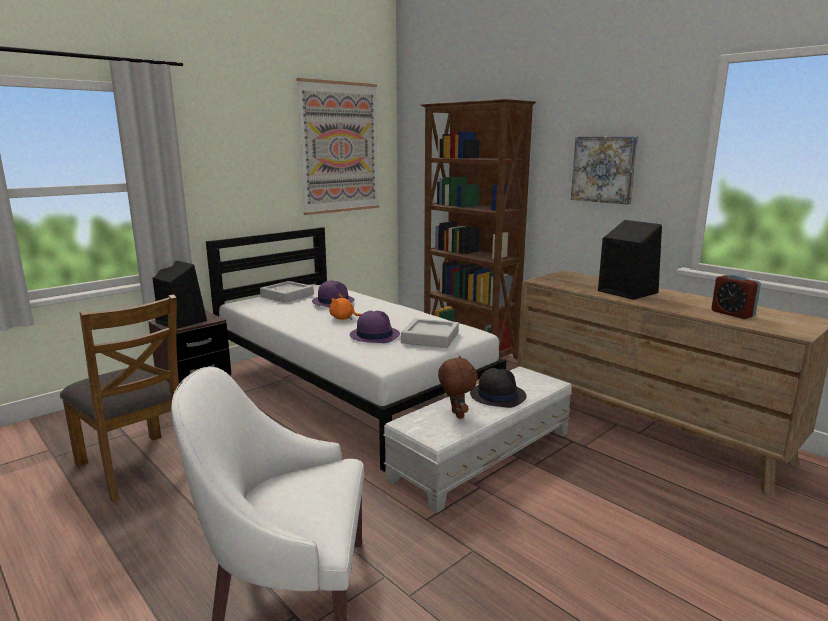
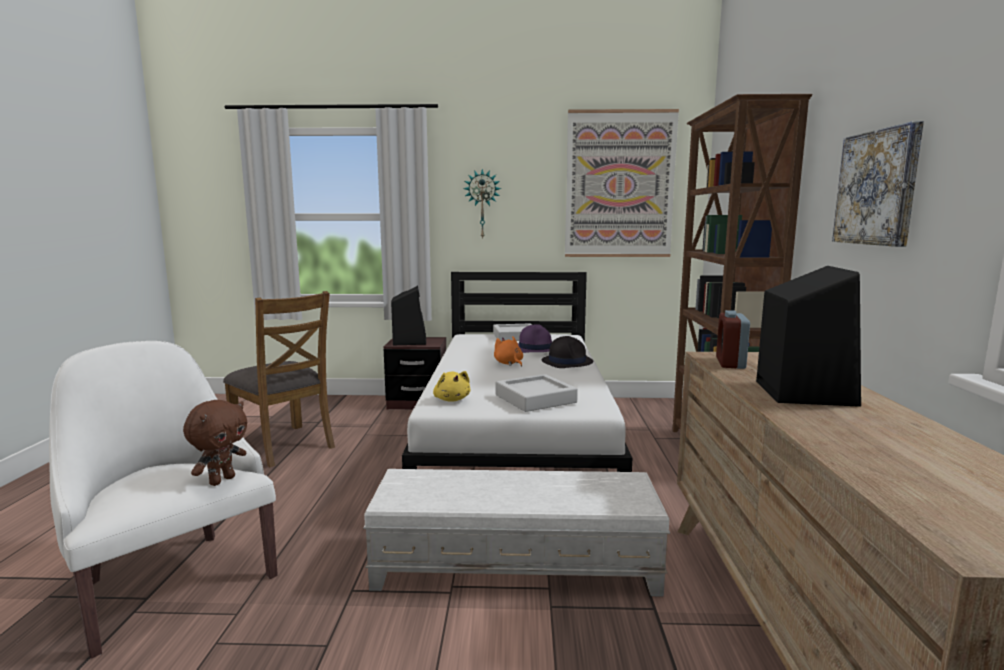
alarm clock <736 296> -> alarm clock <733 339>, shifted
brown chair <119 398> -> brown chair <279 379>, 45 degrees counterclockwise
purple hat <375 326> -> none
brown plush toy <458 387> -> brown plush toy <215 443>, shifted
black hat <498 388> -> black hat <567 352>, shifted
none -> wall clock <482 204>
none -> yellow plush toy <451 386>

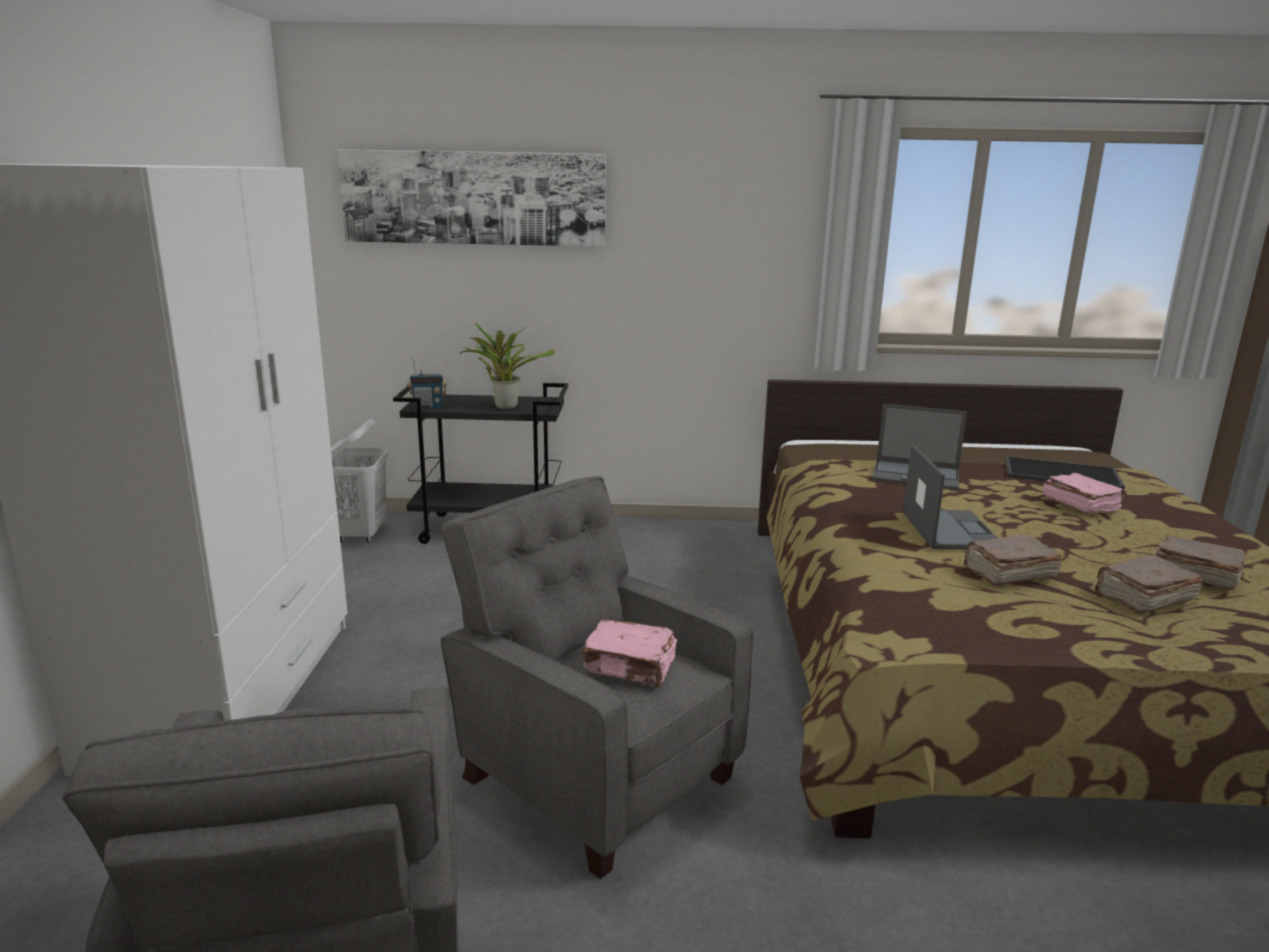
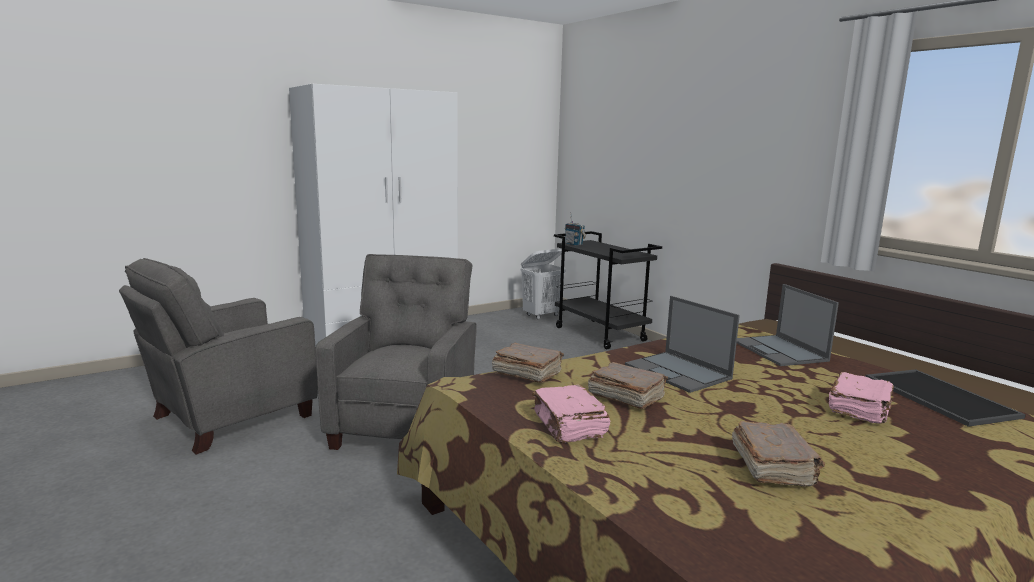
picture <472 198> -> none
potted plant <506 366> -> none
laptop <950 497> -> laptop <682 344>, 90 degrees clockwise
brown book <1149 584> -> brown book <528 363>, shifted
pink book <629 653> -> pink book <571 414>, shifted

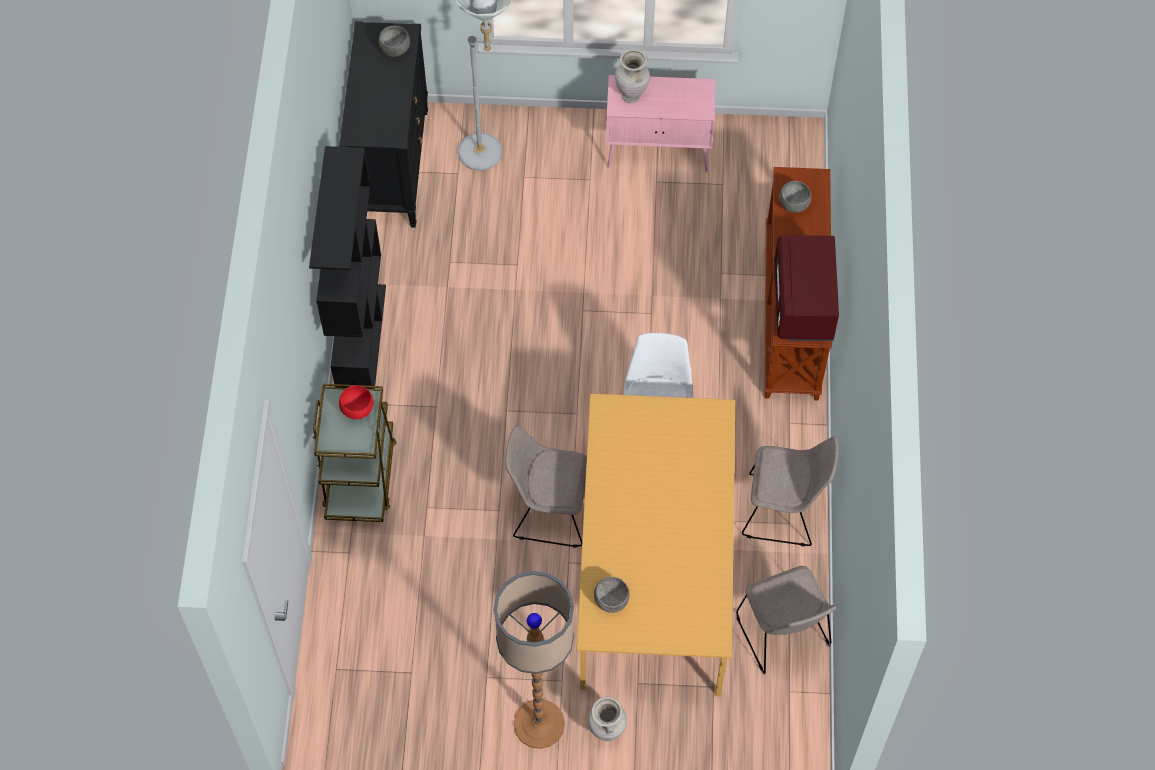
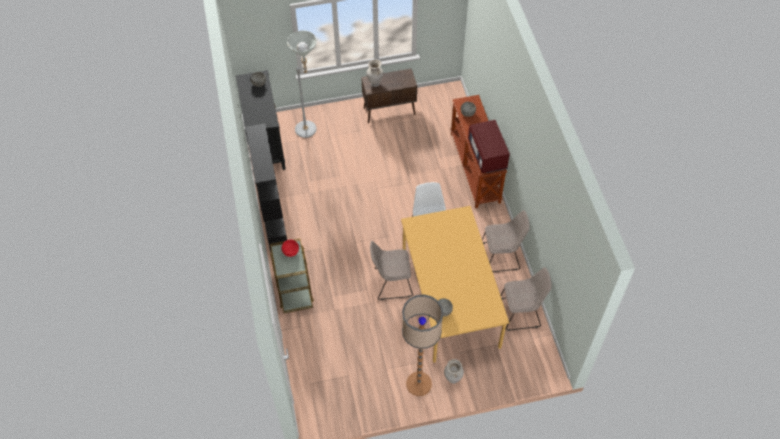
pink cabinet <660 123> -> brown cabinet <389 95>
beige chair <786 620> -> beige chair <526 299>, 60 degrees counterclockwise

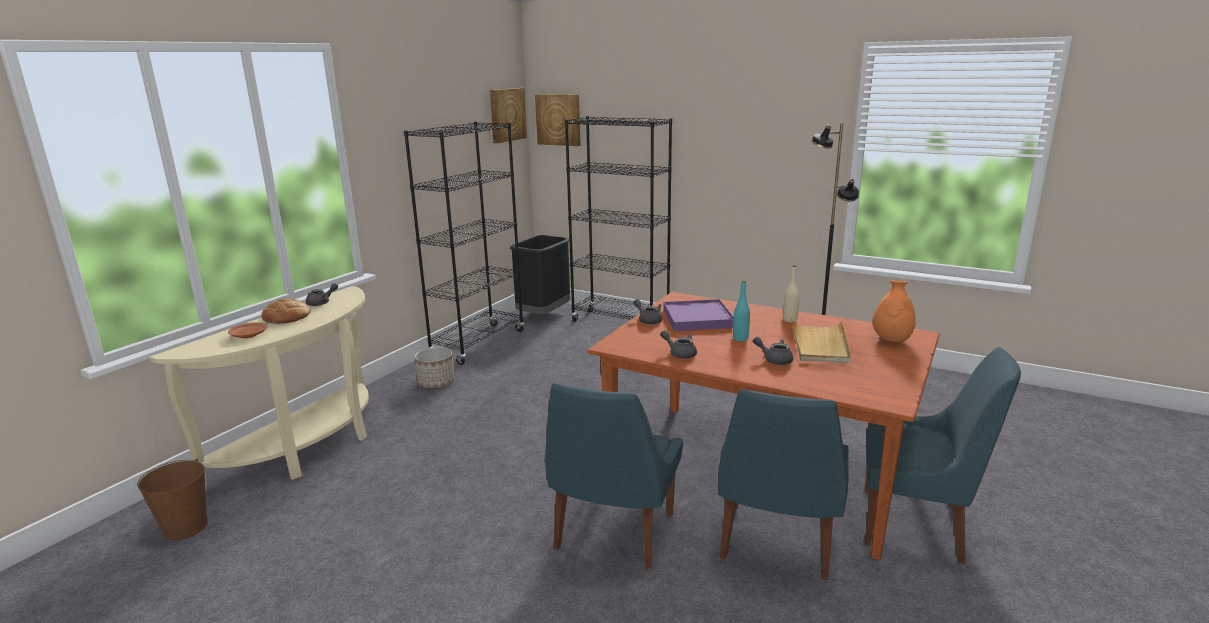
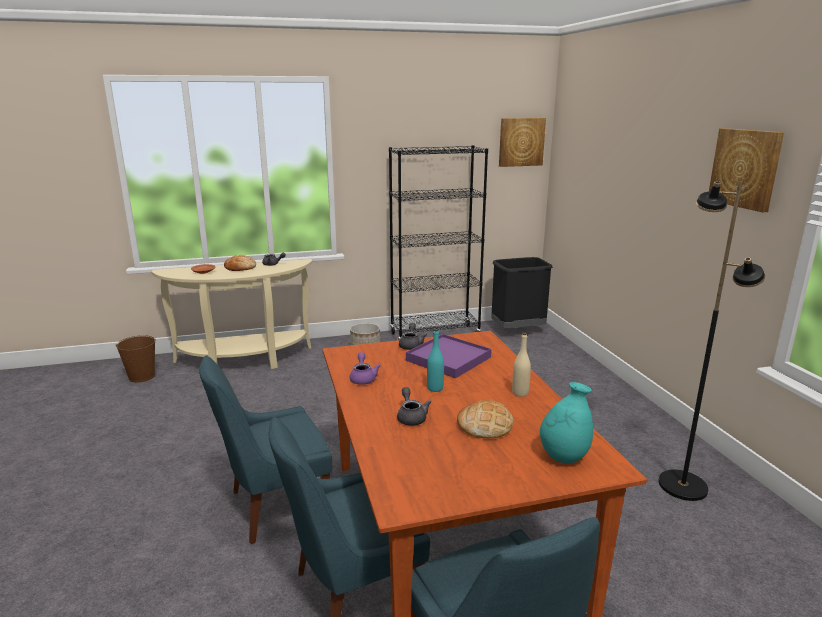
picture <558 120> -> picture <746 170>, shifted
black bookcase <618 219> -> none
orange vase <894 311> -> turquoise vase <566 423>
beige tray <821 341> -> bread <485 419>
grey teapot <678 344> -> purple teapot <365 368>

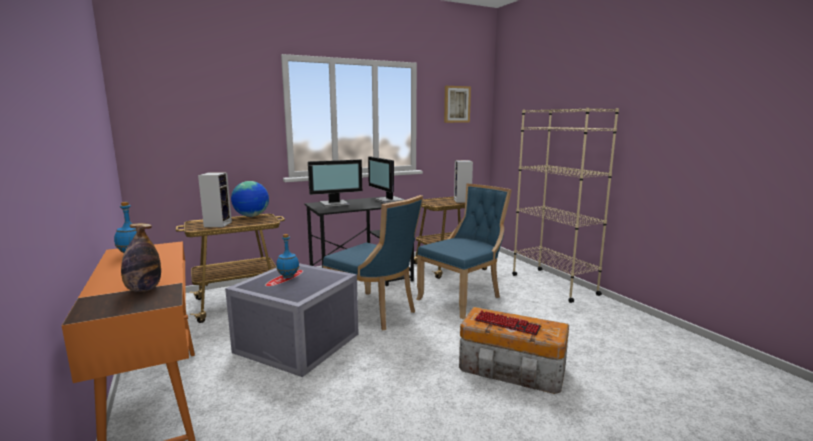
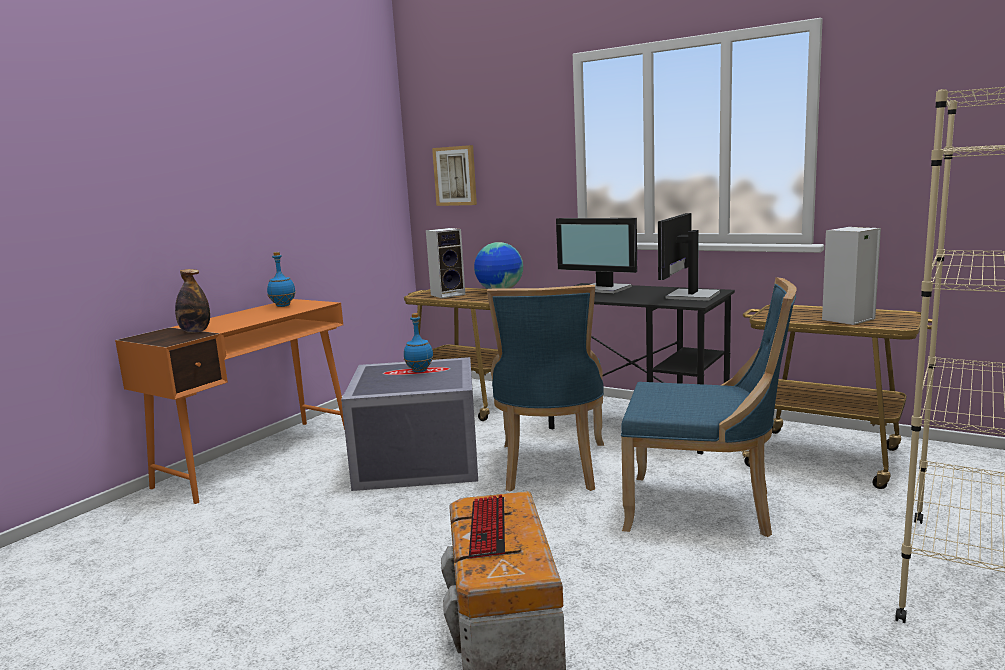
picture <457 104> -> picture <454 175>, shifted

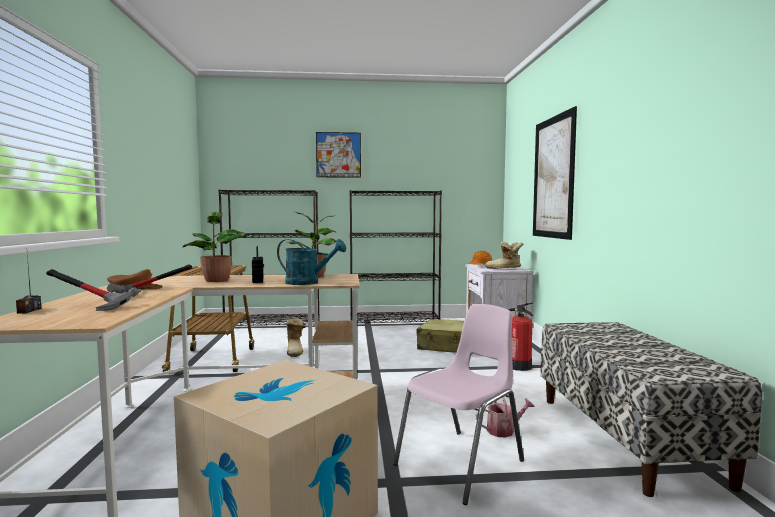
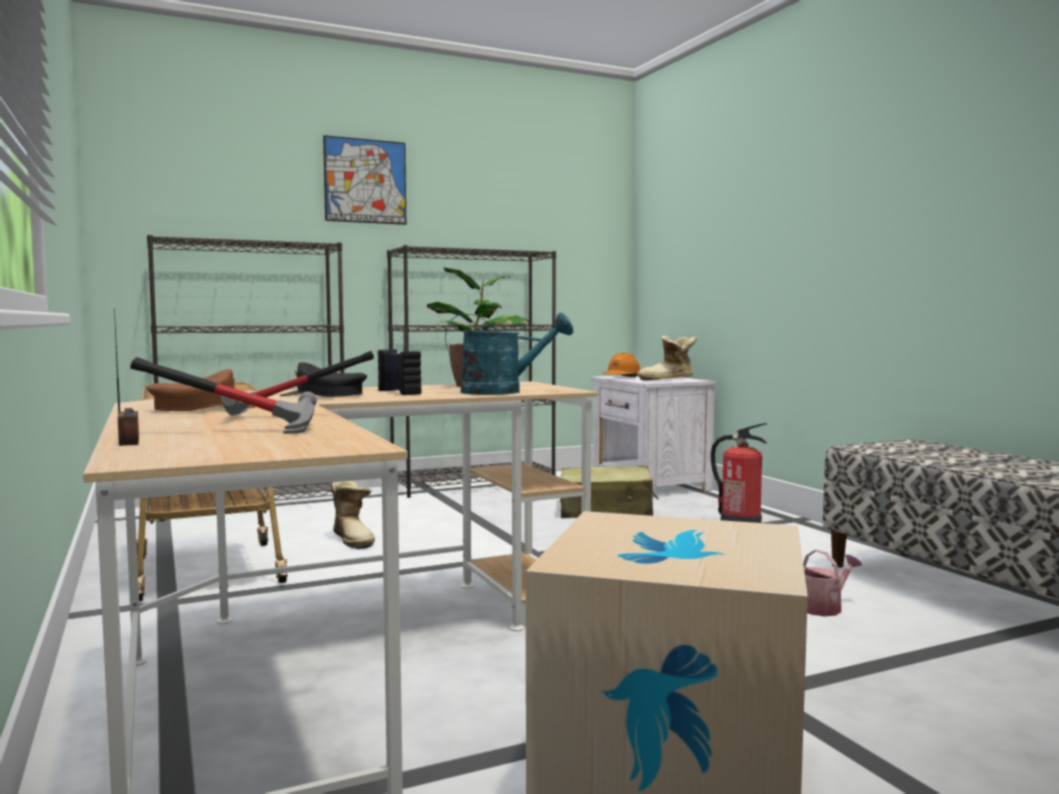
picture <555 173> -> none
potted plant <214 247> -> black cap <323 379>
pink chair <458 404> -> none

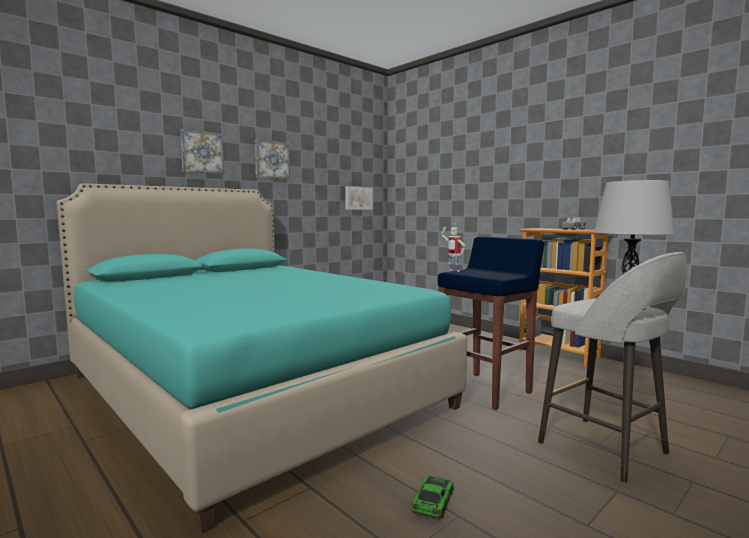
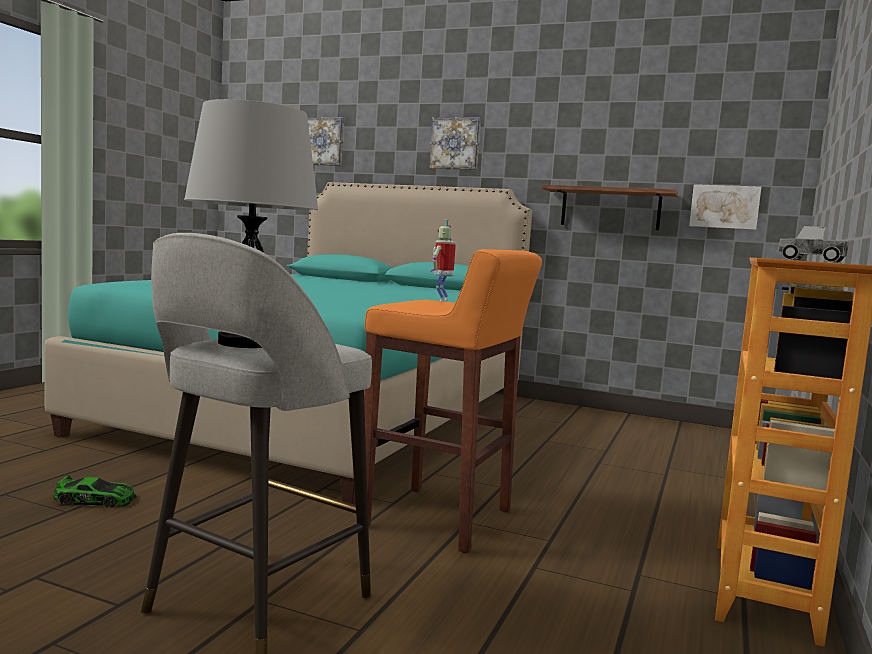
picture <272 159> -> picture <325 141>, shifted
blue stool <491 323> -> orange stool <453 401>
none -> shelf <610 207>

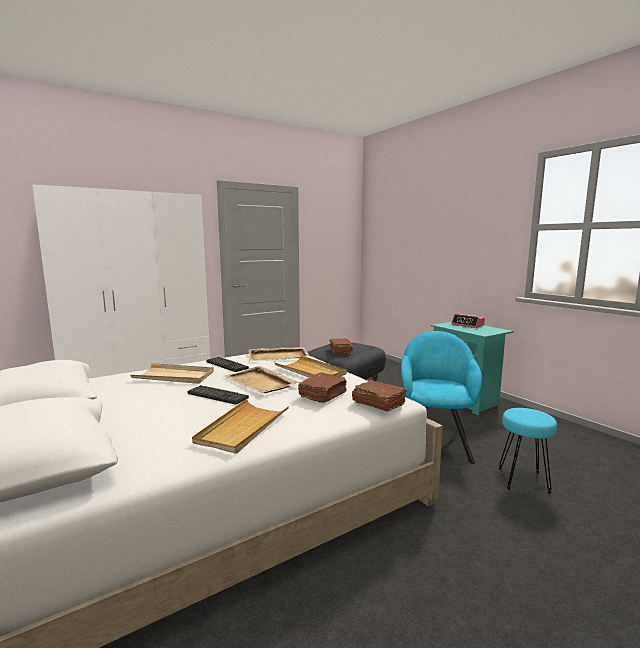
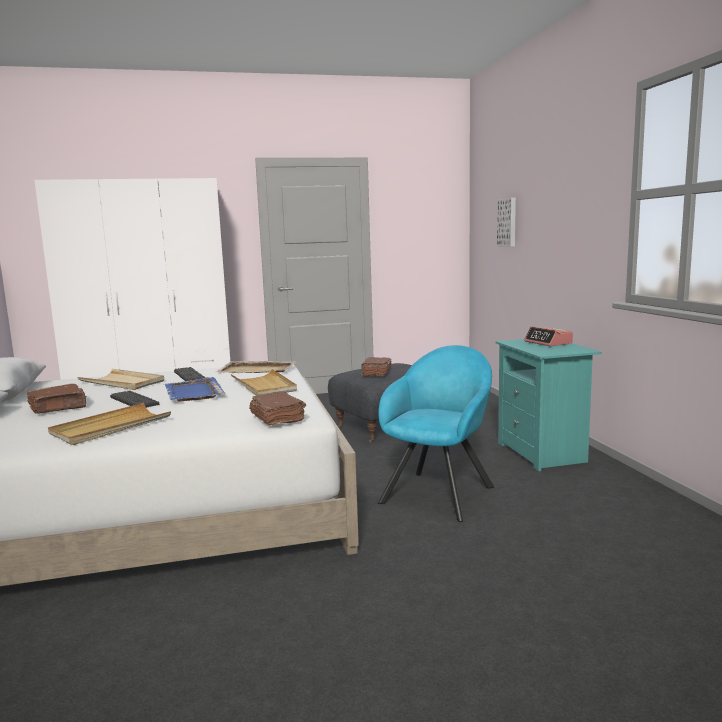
beige tray <261 379> -> blue tray <194 389>
brown book <322 387> -> brown book <56 399>, shifted
turquoise stool <527 451> -> none
none -> picture <506 222>

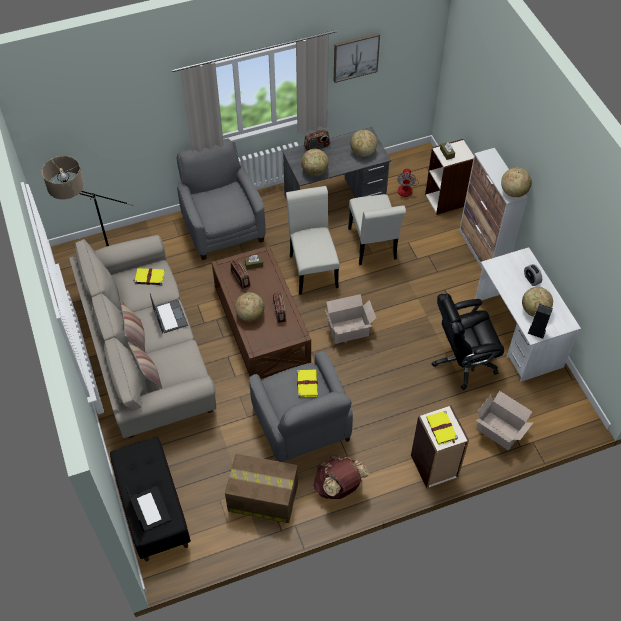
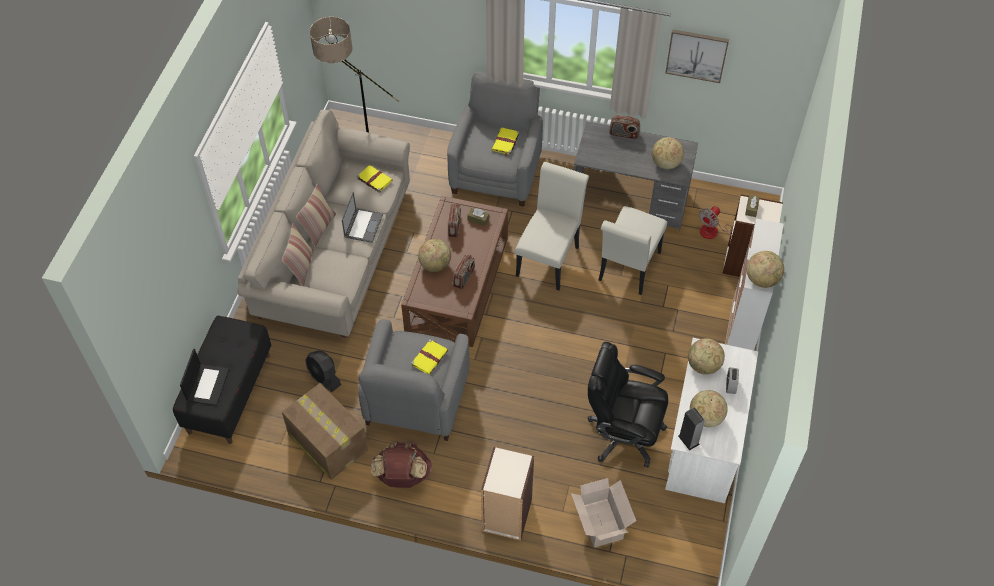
globe <315 162> -> globe <706 356>, shifted
cardboard box <350 319> -> none
yellow book <442 428> -> yellow book <505 142>, shifted
none -> black fan <323 371>

